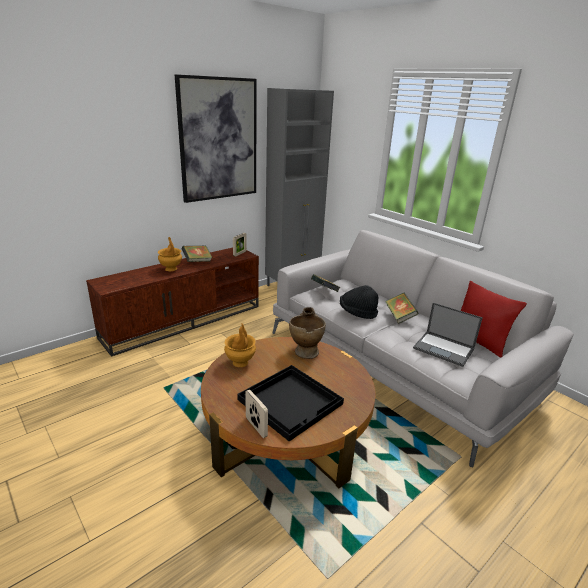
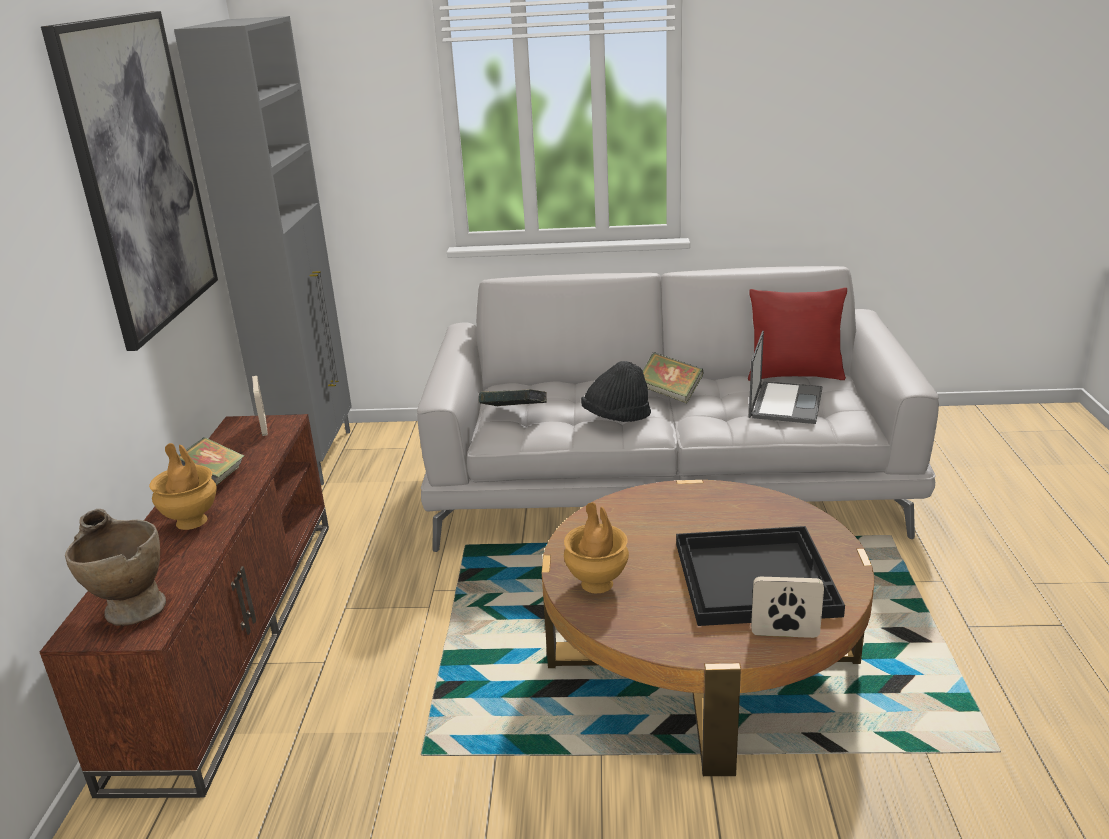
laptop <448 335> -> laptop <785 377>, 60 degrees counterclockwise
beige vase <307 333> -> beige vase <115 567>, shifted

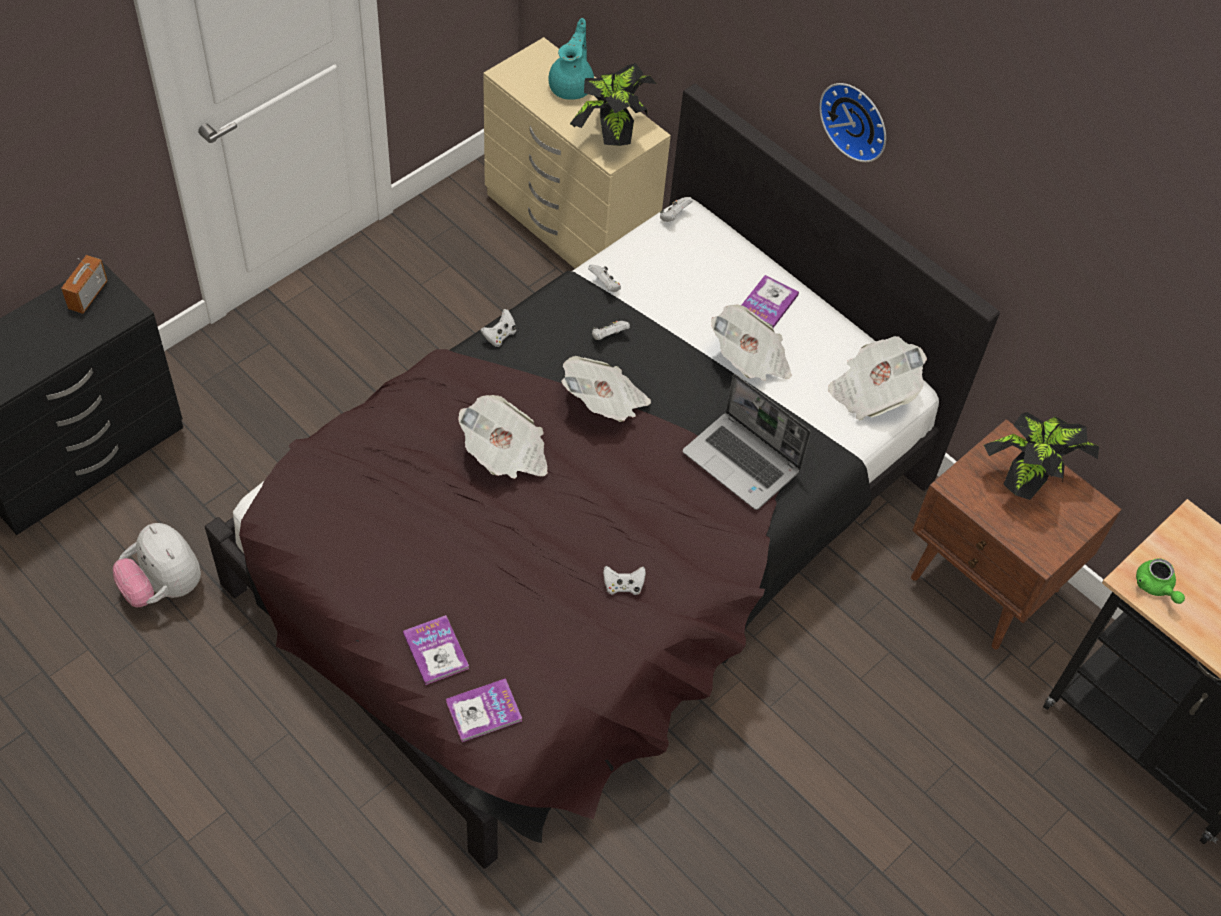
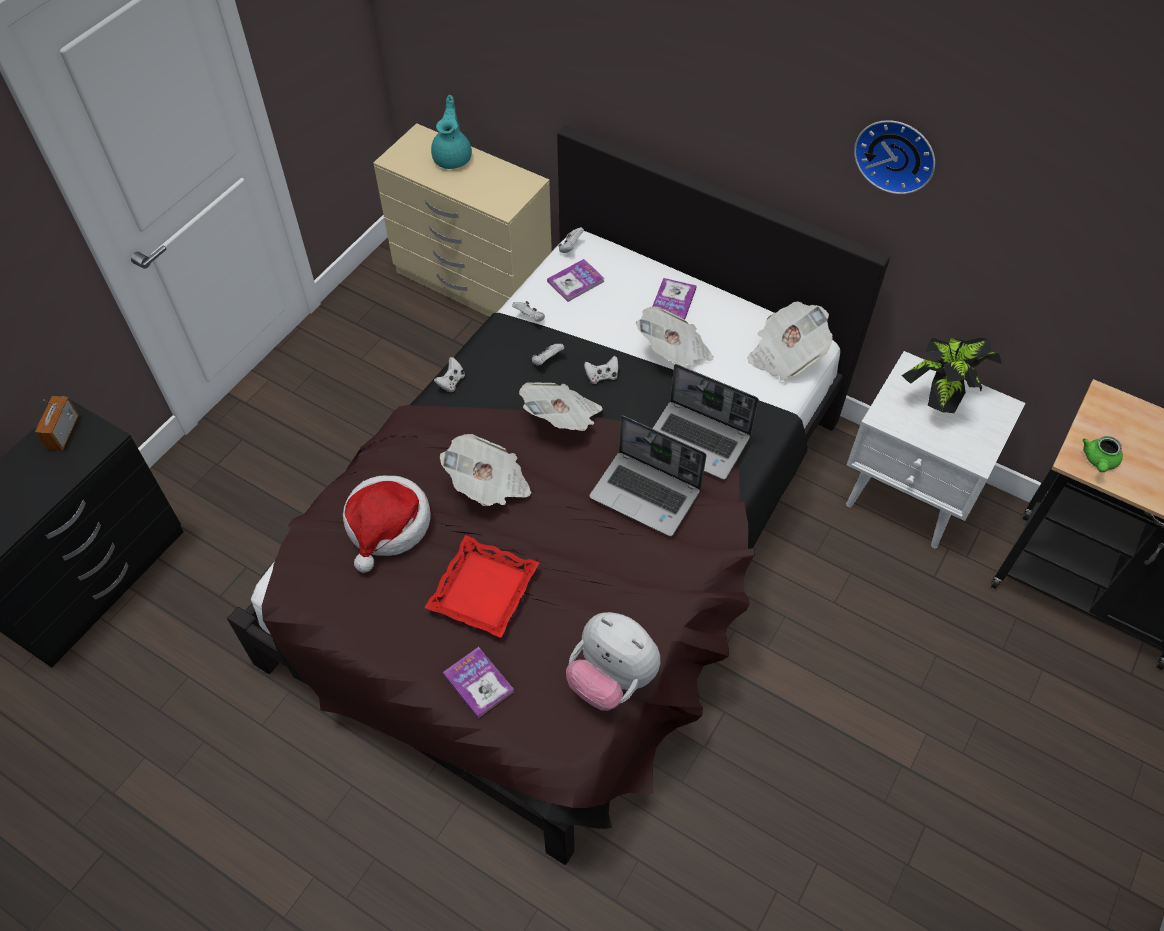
potted plant <613 104> -> none
wall clock <852 122> -> wall clock <894 157>, shifted
brown nightstand <1016 534> -> white nightstand <935 449>
plush toy <157 565> -> plush toy <613 661>, shifted
green teapot <1160 581> -> green teapot <1102 454>, 60 degrees clockwise
white game controller <624 580> -> white game controller <601 370>, shifted
book <484 710> -> book <575 280>, shifted
none -> laptop <648 476>
none -> hat <387 524>
none -> red tray <482 586>

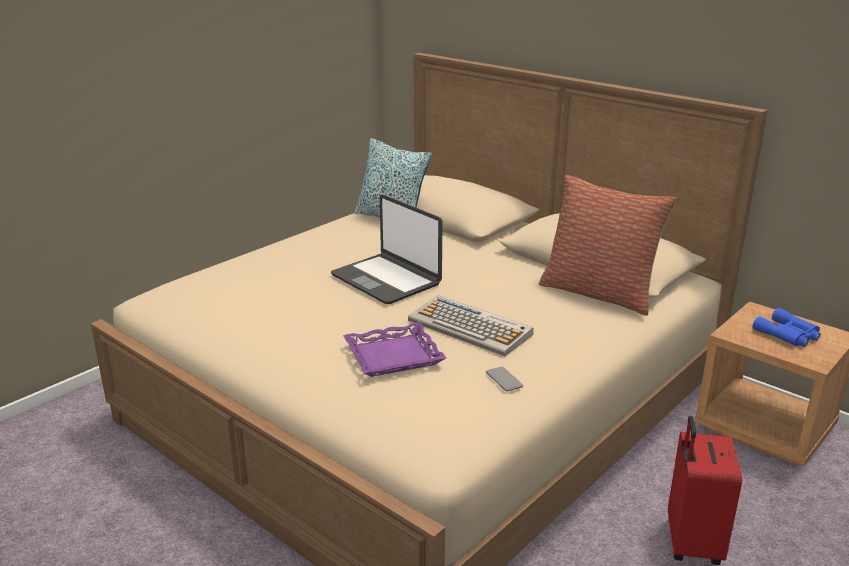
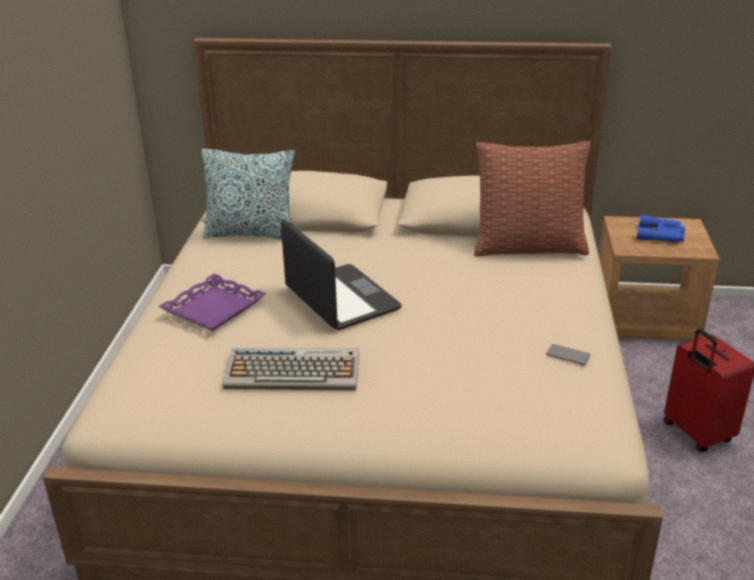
laptop <387 249> -> laptop <341 274>, 135 degrees counterclockwise
keyboard <471 325> -> keyboard <290 369>, shifted
purple tray <394 349> -> purple tray <212 302>, shifted

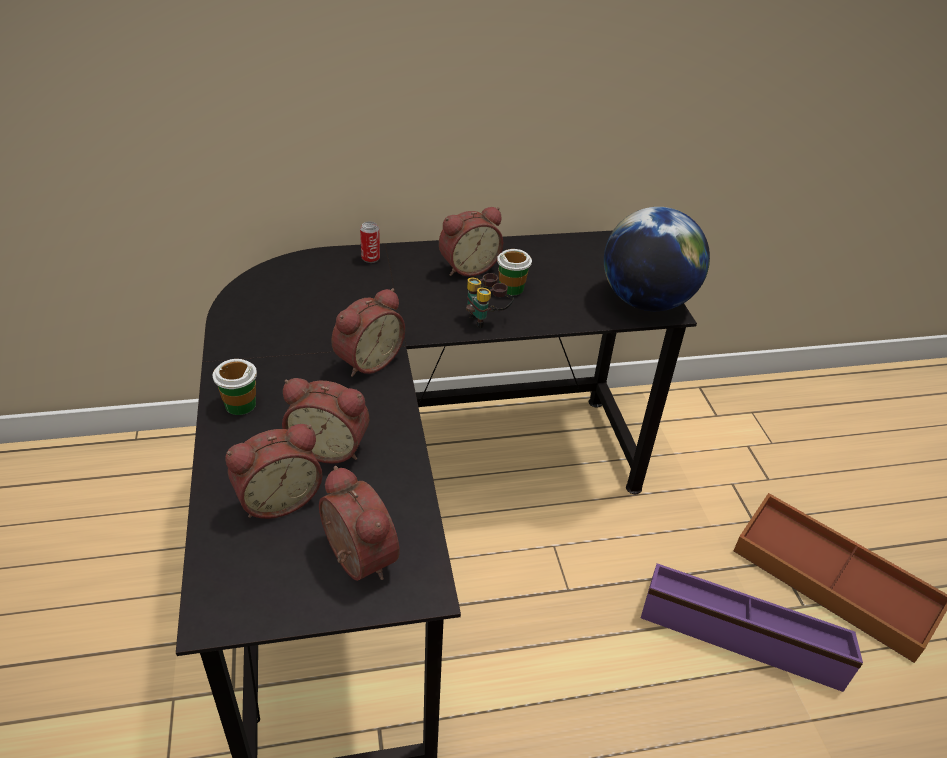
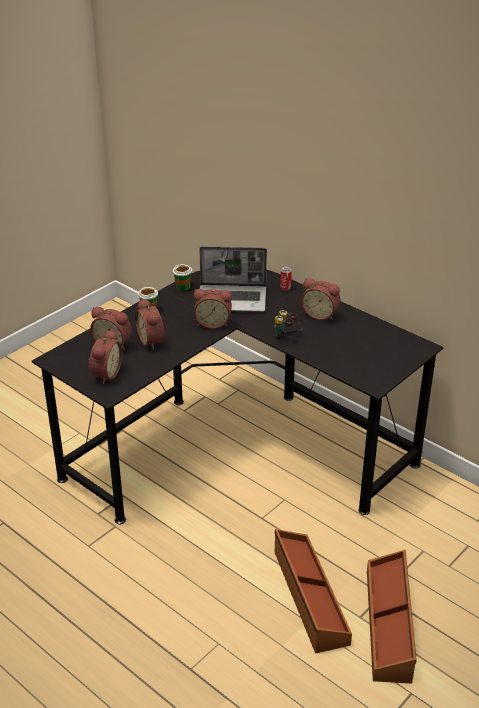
globe <657 259> -> none
cup <514 272> -> cup <182 277>, shifted
purple storage box <752 627> -> brown storage box <313 591>
none -> laptop <233 279>

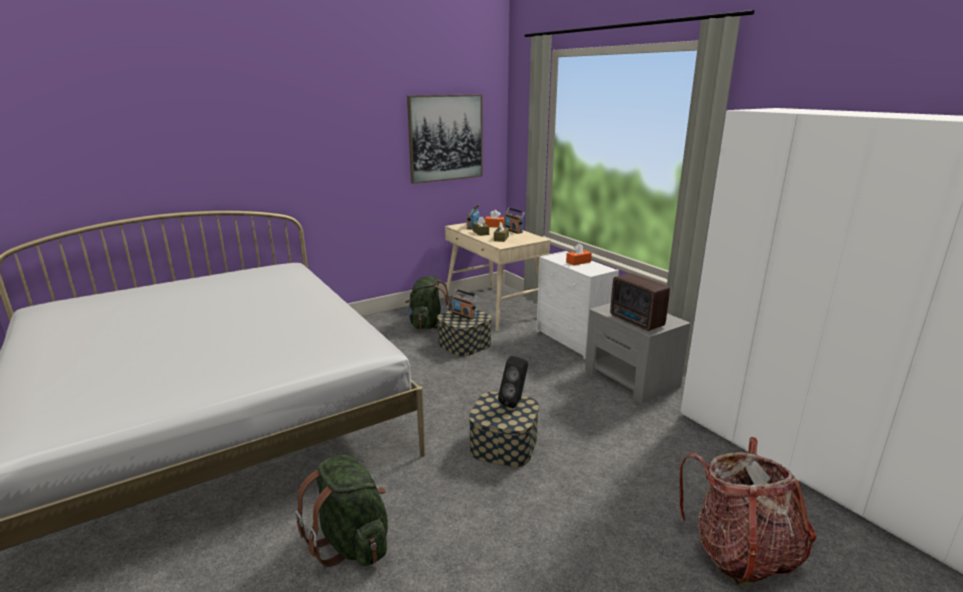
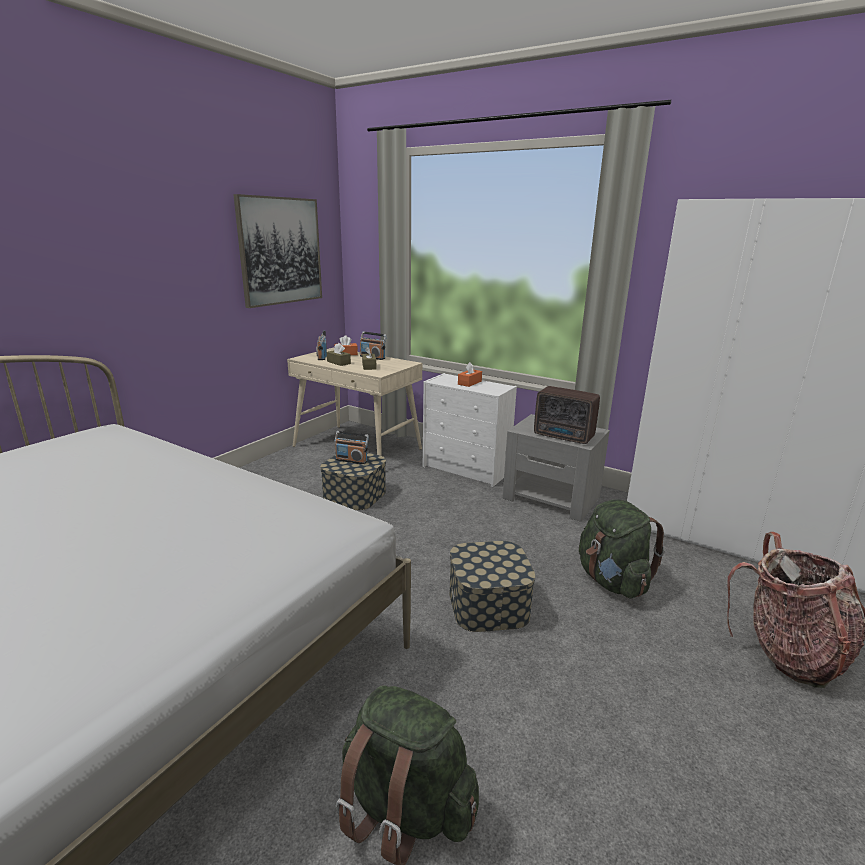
green backpack <428 302> -> green backpack <622 549>, shifted
black speaker <513 382> -> none

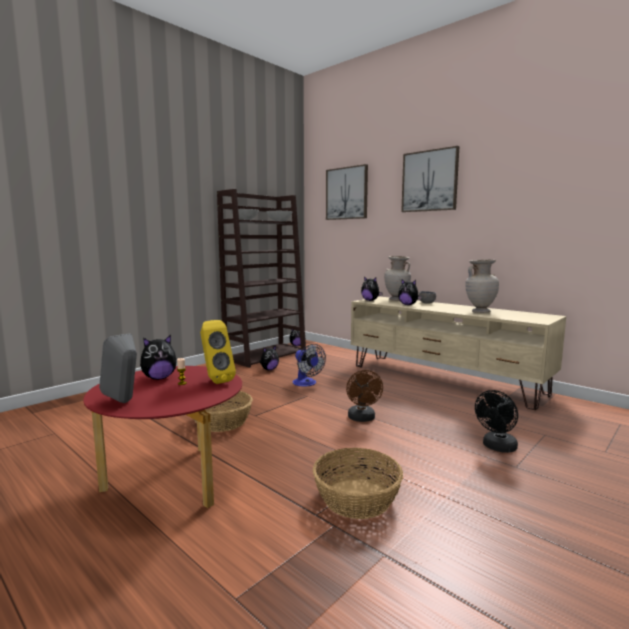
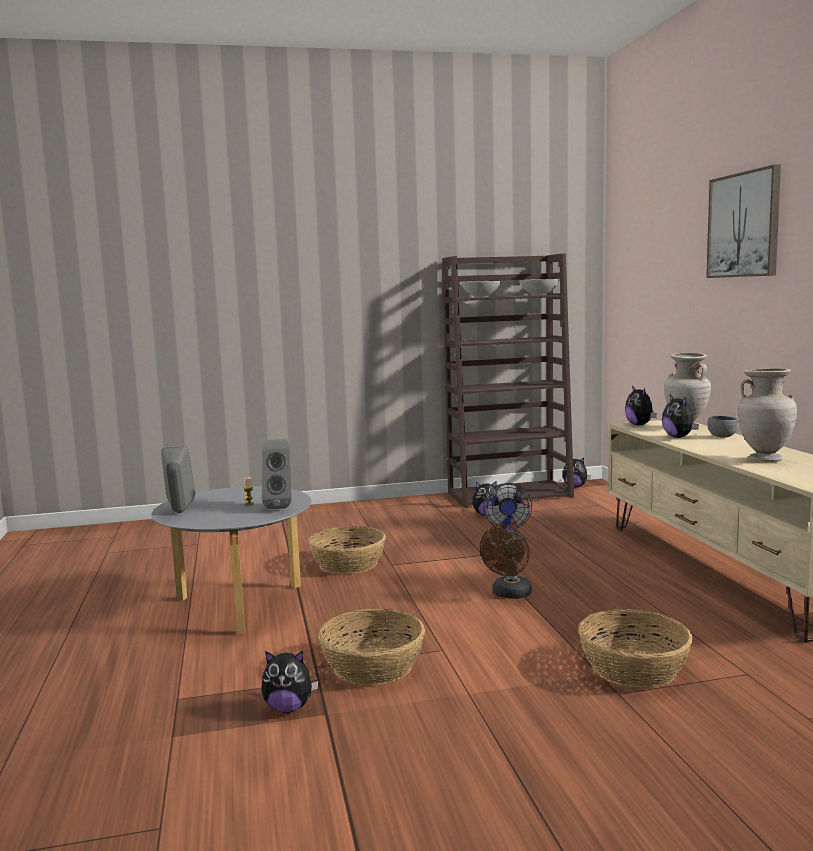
picture <347 192> -> none
yellow speaker <218 352> -> grey speaker <277 474>
plush toy <158 357> -> plush toy <290 682>, shifted
red coffee table <162 437> -> grey coffee table <231 560>
black fan <496 421> -> basket <635 648>

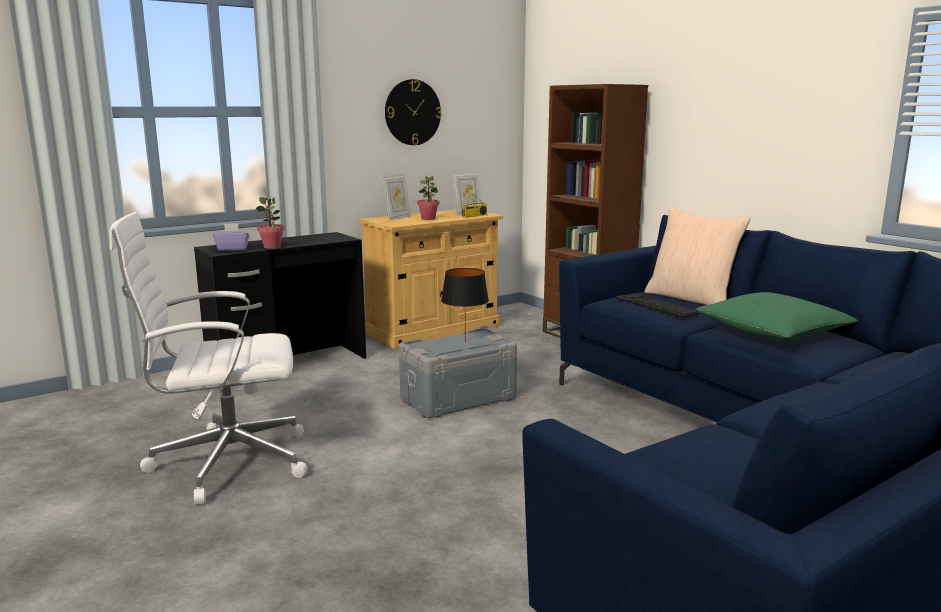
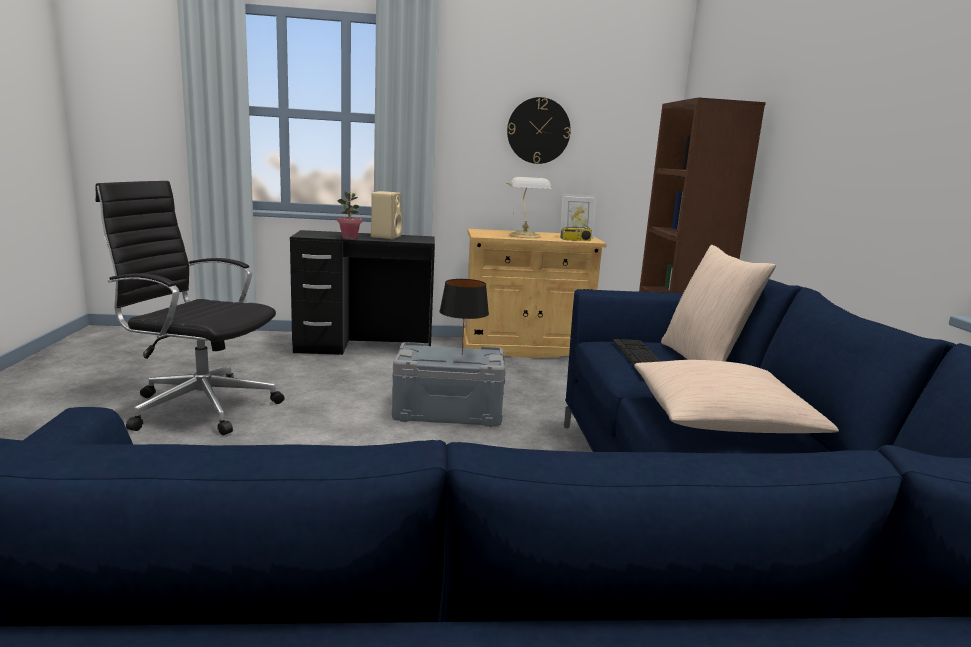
picture frame <396 197> -> none
potted plant <428 198> -> table lamp <529 207>
white office chair <208 358> -> black office chair <189 308>
purple tissue box <231 237> -> none
green pillow <777 316> -> beige pillow <736 396>
none -> beige speaker <386 215>

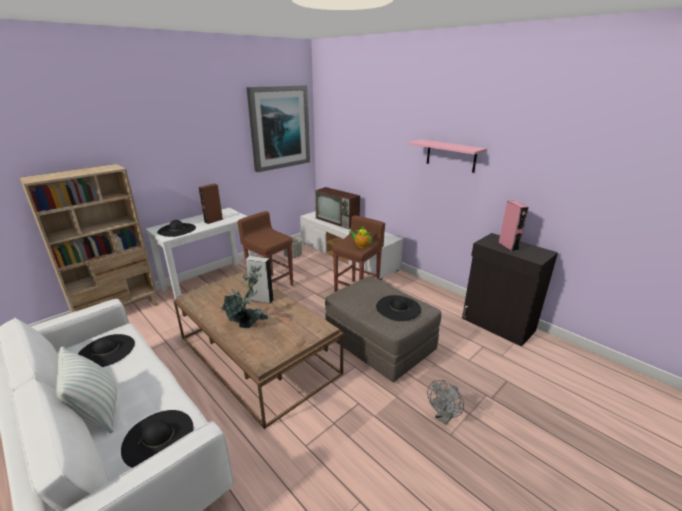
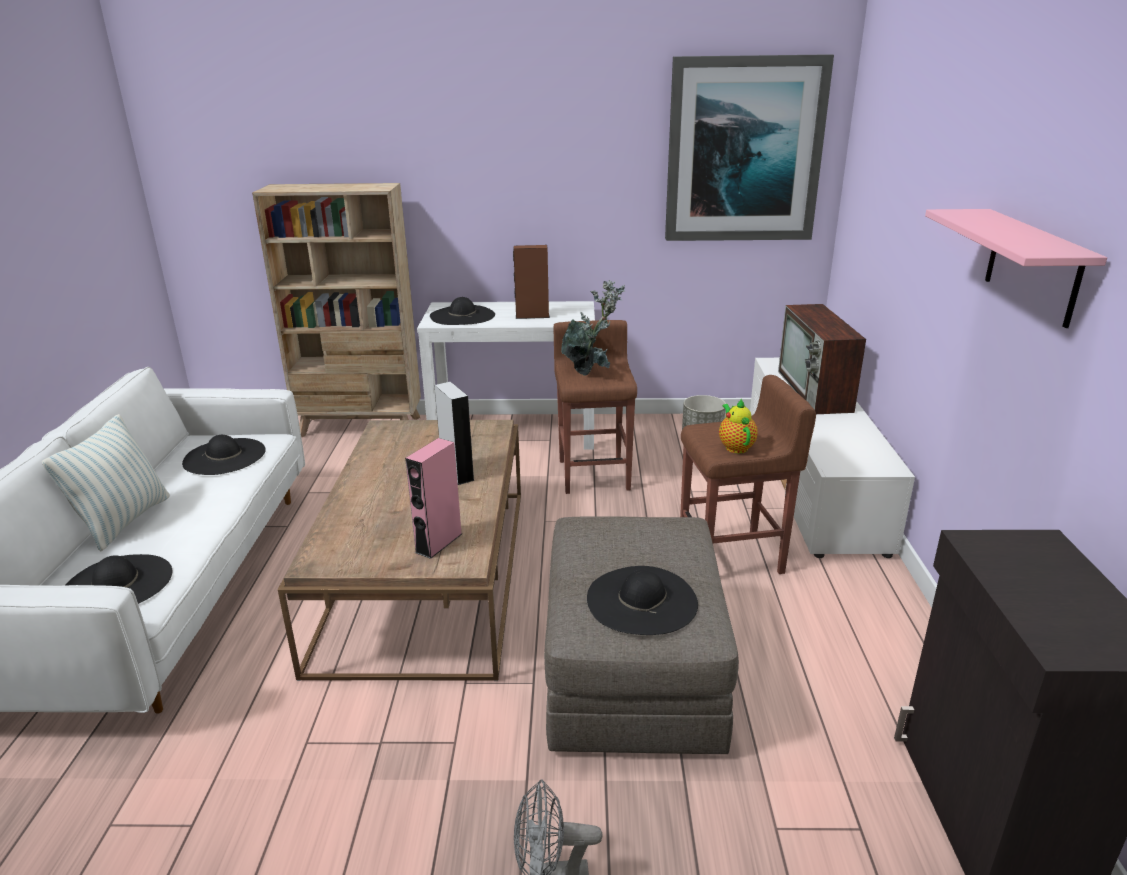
pink speaker <513 225> -> pink speaker <433 498>, shifted
potted plant <244 296> -> potted plant <593 328>, shifted

